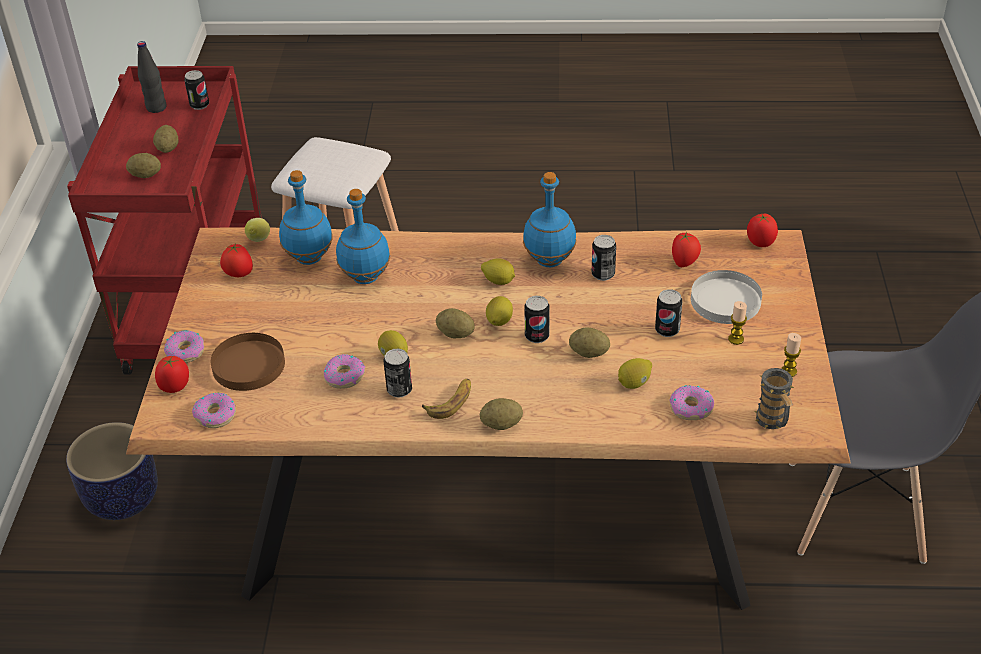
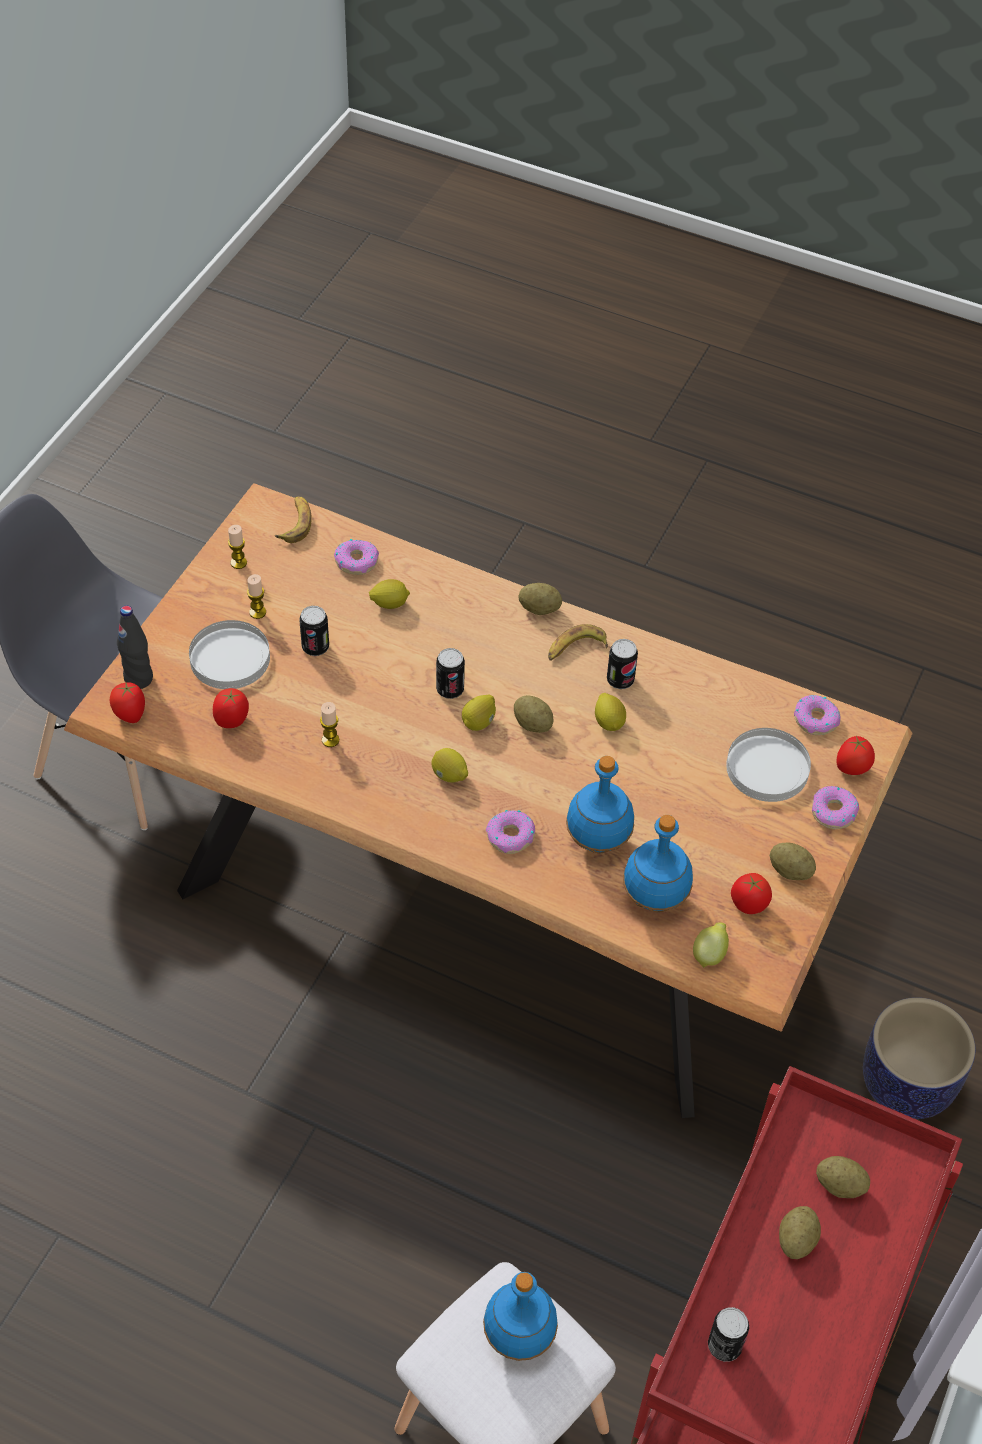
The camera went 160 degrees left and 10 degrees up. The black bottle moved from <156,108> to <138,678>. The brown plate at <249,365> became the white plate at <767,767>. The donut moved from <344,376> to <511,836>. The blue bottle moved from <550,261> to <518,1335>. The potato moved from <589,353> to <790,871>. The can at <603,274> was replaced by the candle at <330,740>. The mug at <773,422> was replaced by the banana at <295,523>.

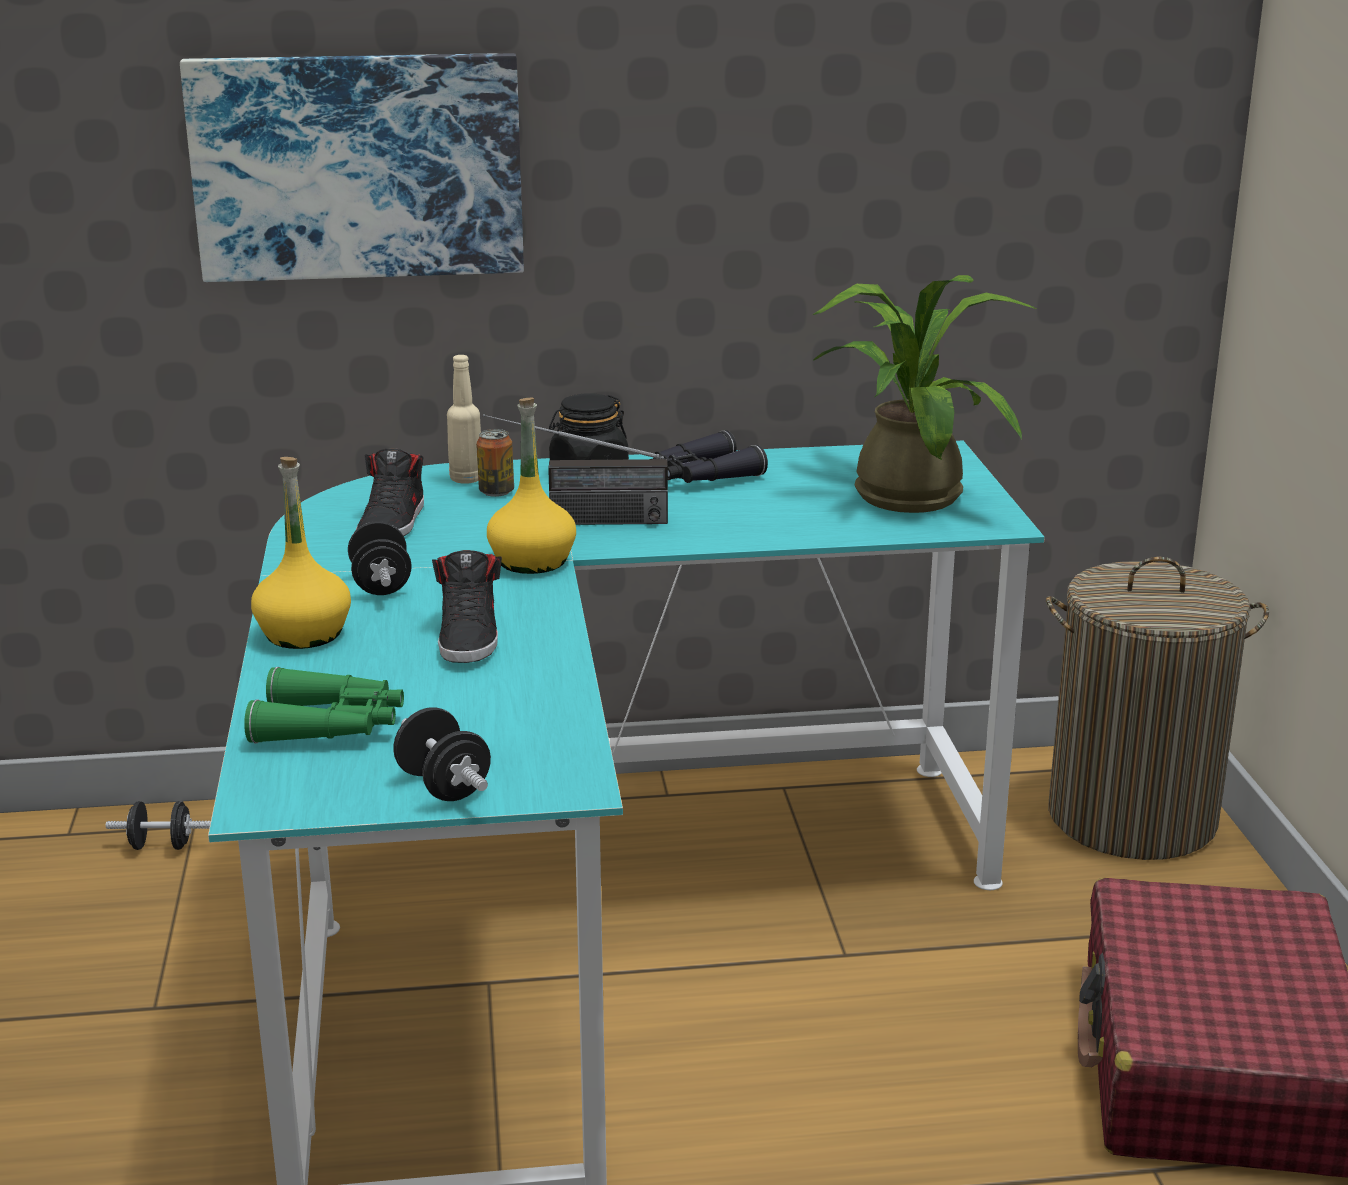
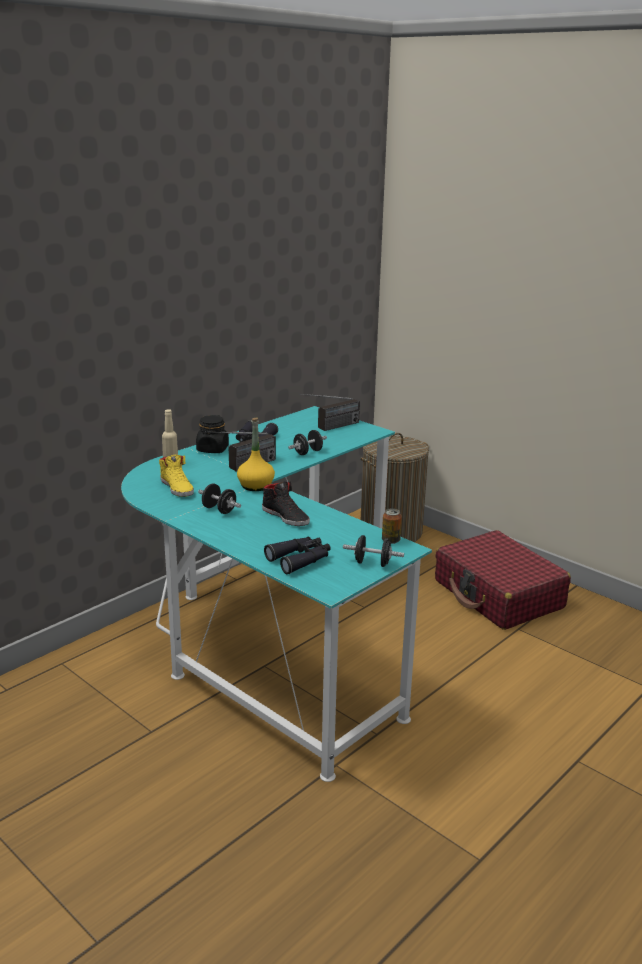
The camera went 40 degrees left and 0 degrees up. The black dumbbell moved from <161,846> to <308,452>. The picture at <358,166> disappeared. The green binoculars at <331,725> became the black binoculars at <300,559>. The yellow bottle at <304,633> disappeared. The black shoe at <393,523> became the yellow shoe at <177,487>. The can moved from <496,492> to <390,540>. The potted plant at <906,491> was replaced by the radio at <330,428>.

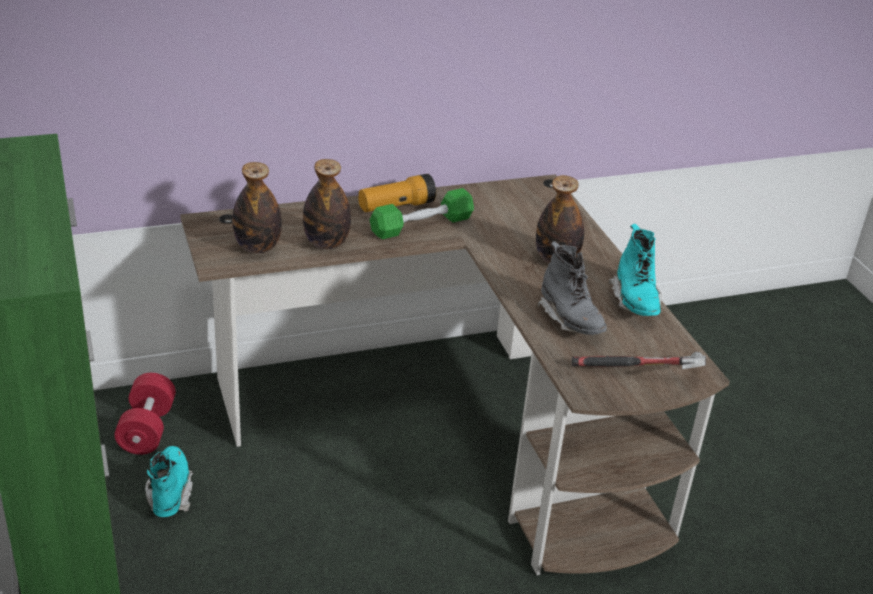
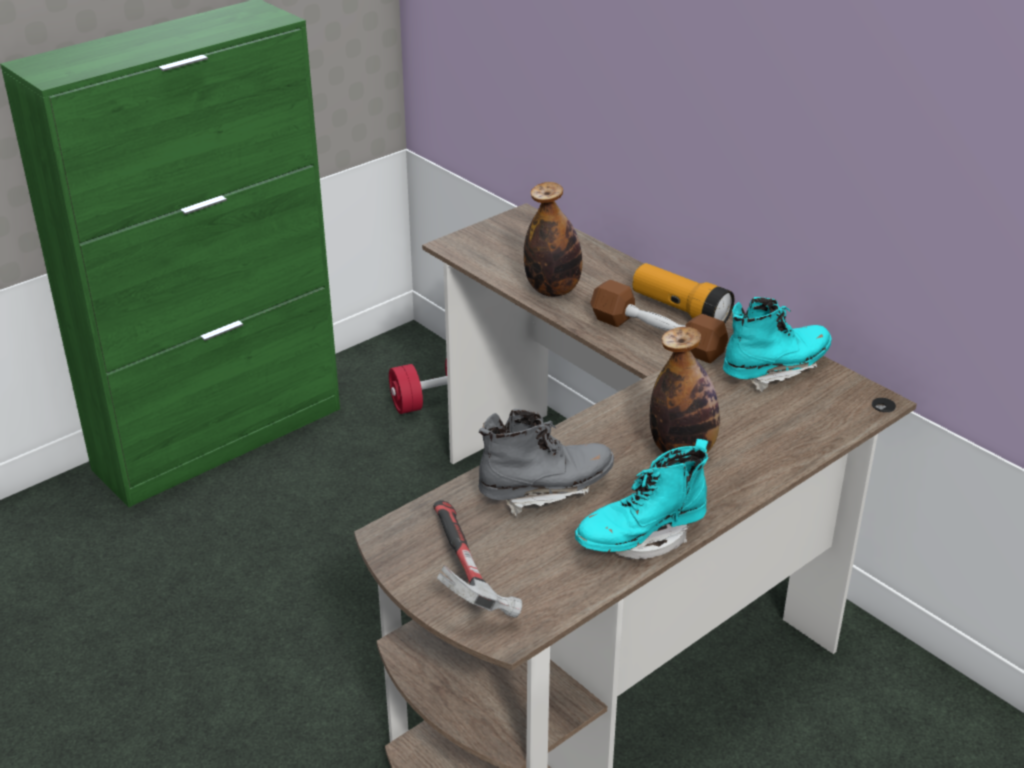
The camera went 70 degrees right and 0 degrees up. The turquoise boot moved from <170,493> to <774,370>. The bottle at <257,247> disappeared. The green dumbbell at <422,225> became the brown dumbbell at <657,336>. The grey boot at <570,320> turned 150 degrees counterclockwise.

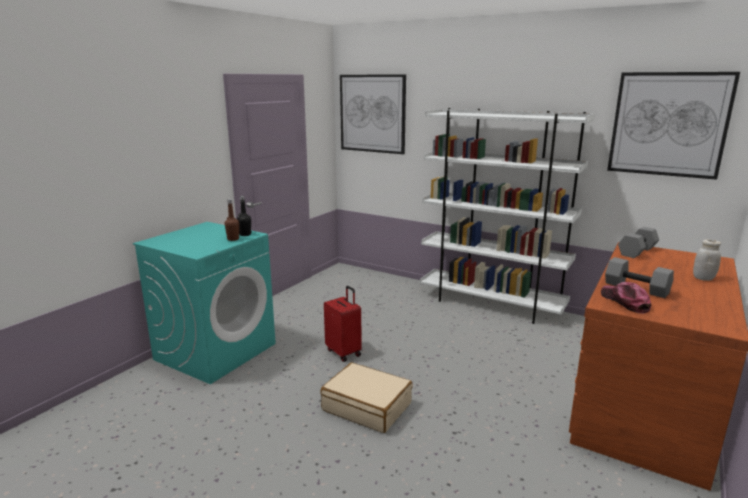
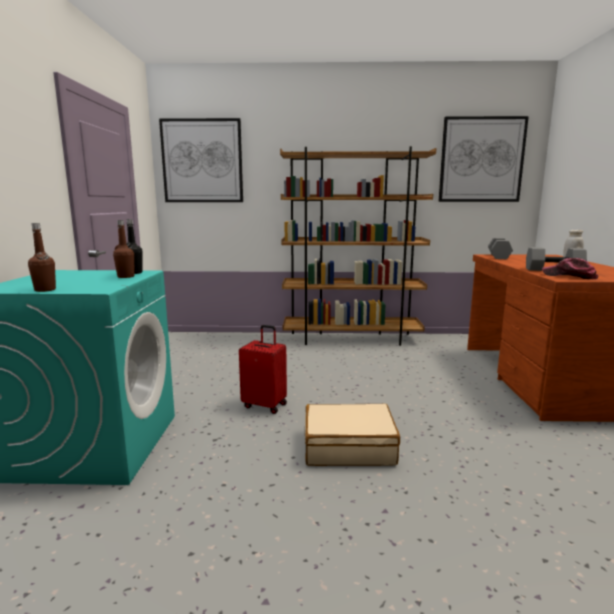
The camera went 30 degrees left and 5 degrees down. The white bookcase at <491,305> became the brown bookcase at <351,339>. The brown bottle at <45,290> appeared.

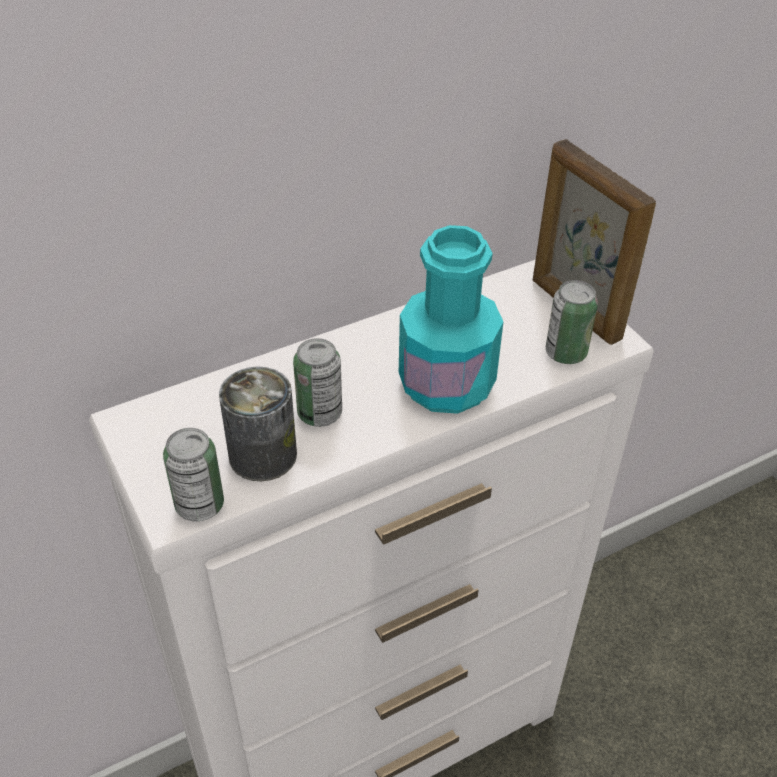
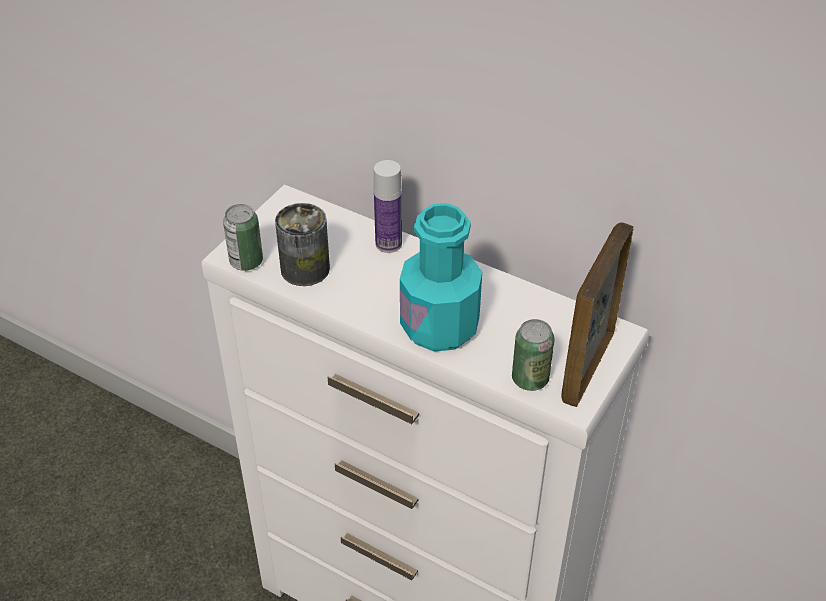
The camera went 60 degrees right and 0 degrees up. The can at <320,413> disappeared. The bottle at <388,244> appeared.

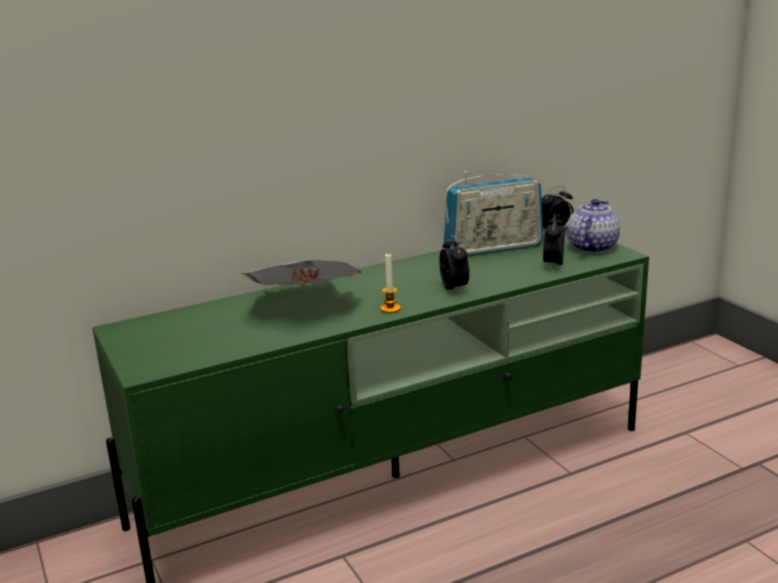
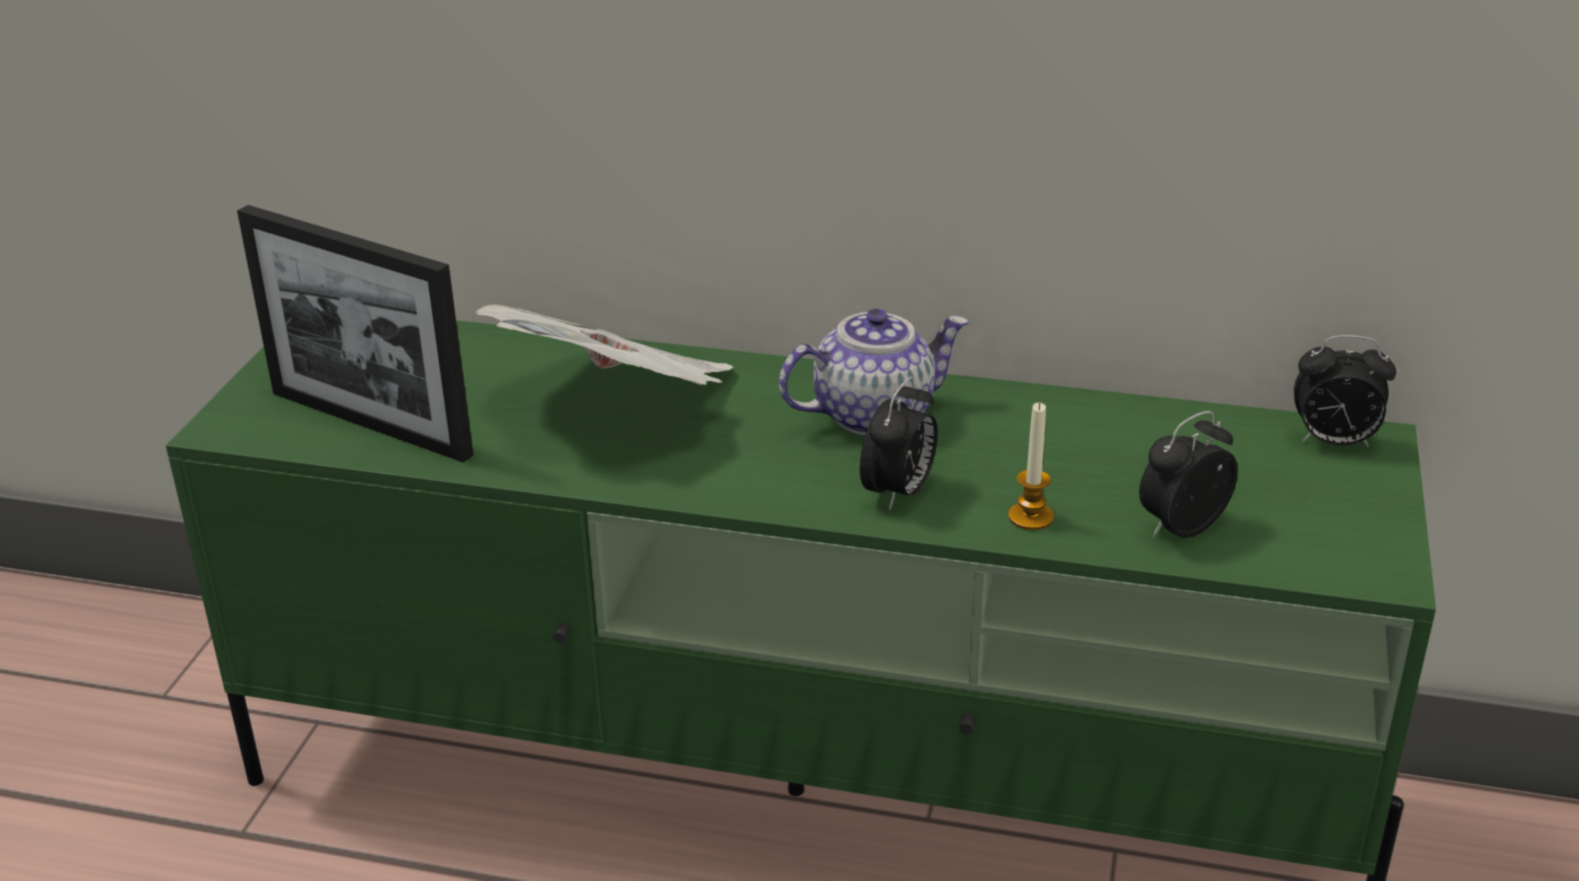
The camera went 40 degrees right and 10 degrees up. The candle moved from <390,309> to <1030,517>. The radio at <493,248> disappeared. The teapot moved from <591,247> to <874,413>. The picture frame at <370,423> appeared.

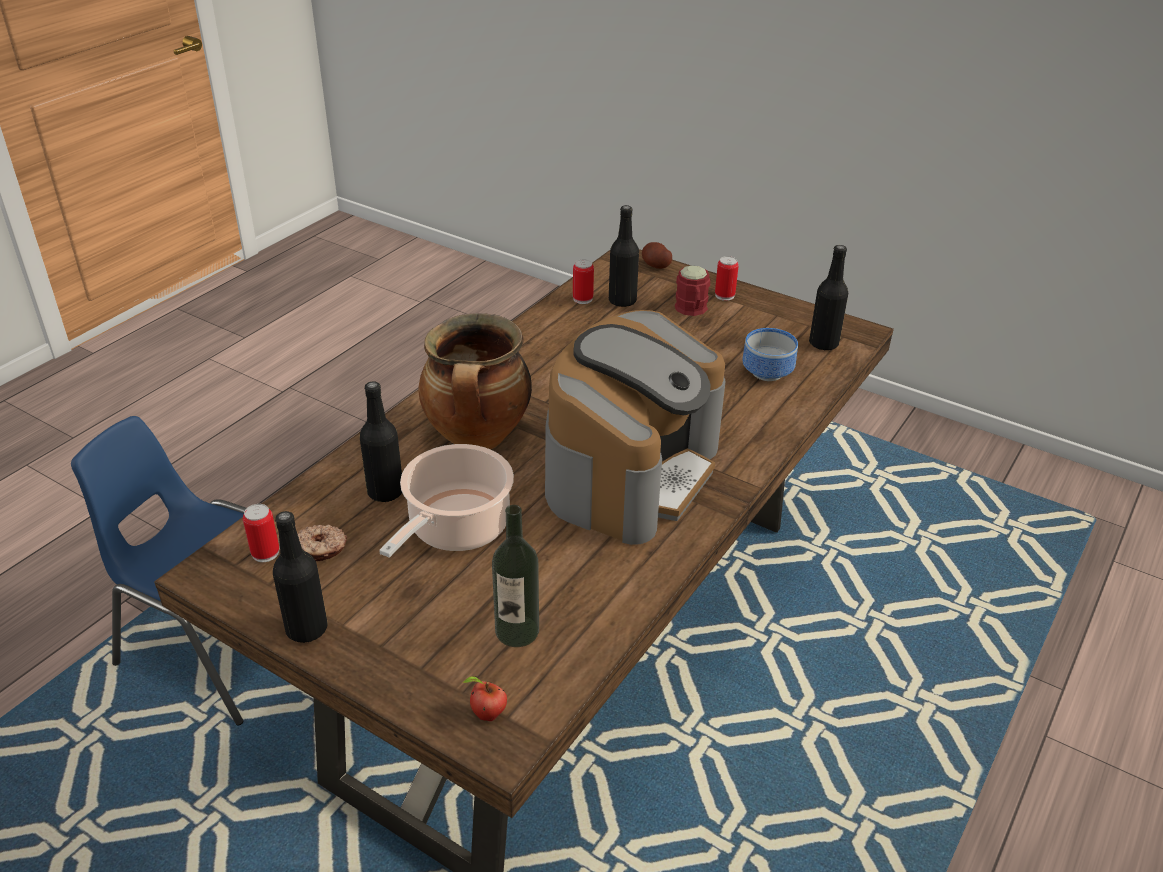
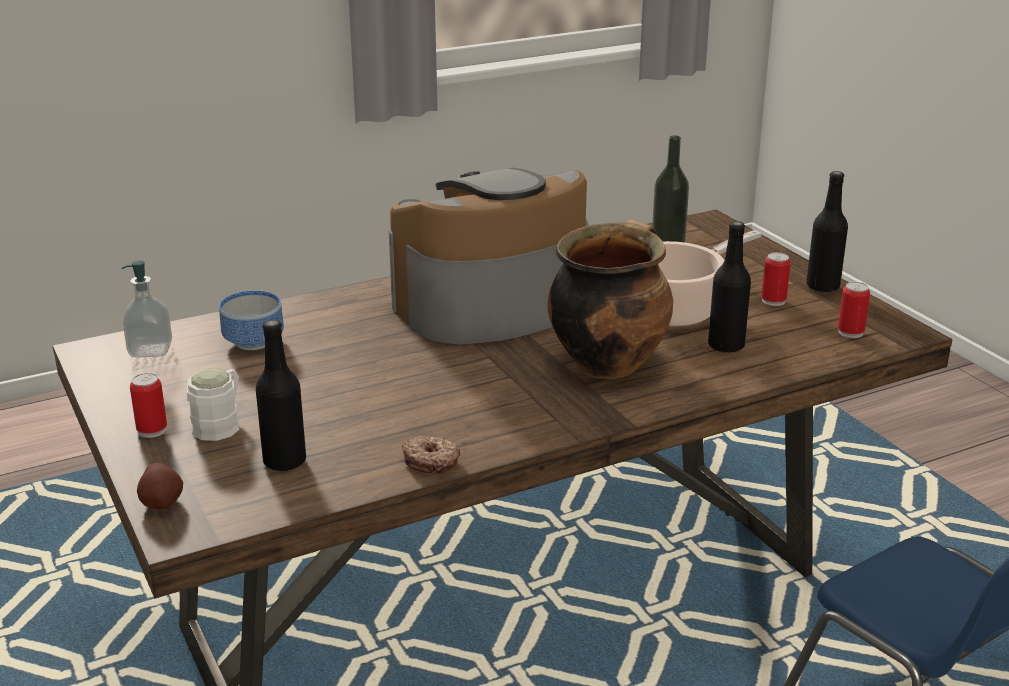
The camera went 150 degrees left and 10 degrees down. The donut moved from <320,549> to <431,461>. The apple at <486,715> disappeared. The can moved from <582,299> to <773,301>. The red mug at <692,310> became the white mug at <221,423>. The black bottle at <823,343> was replaced by the soap dispenser at <150,350>.

